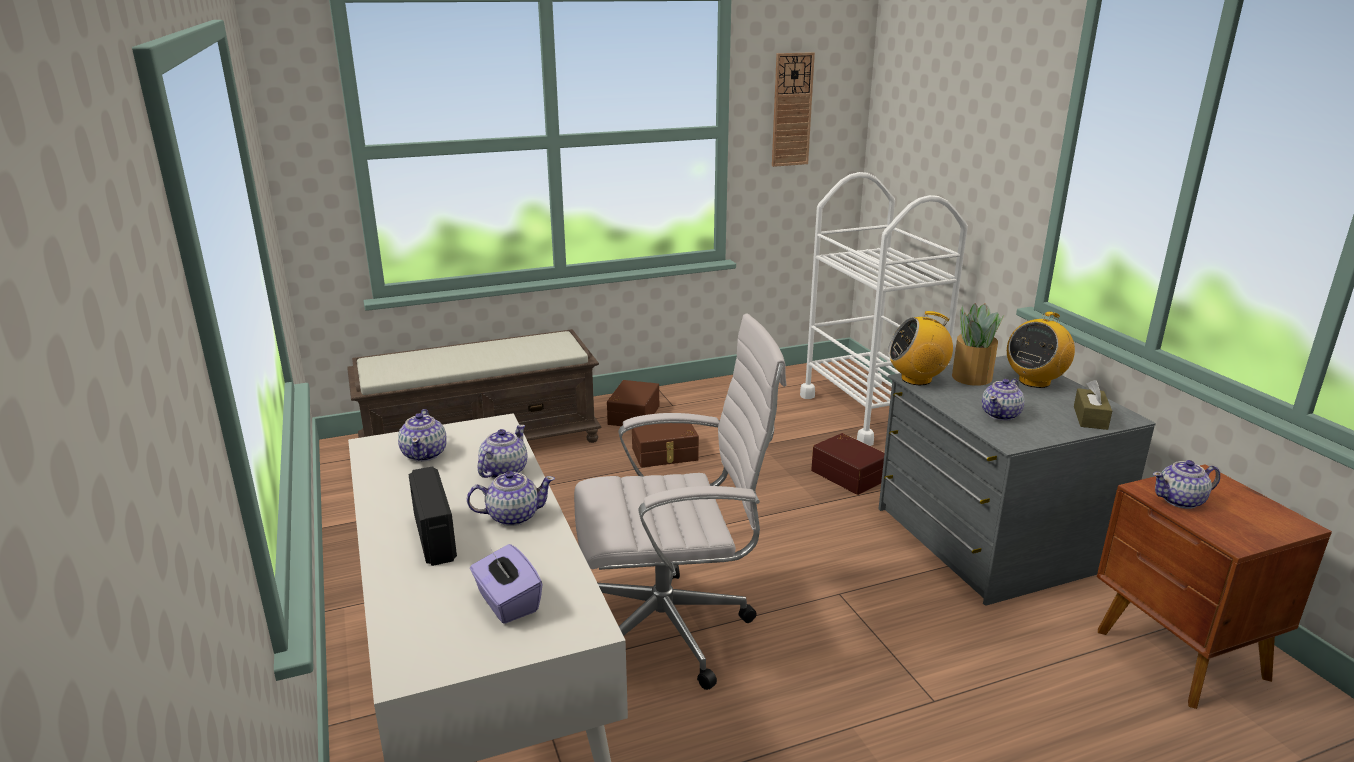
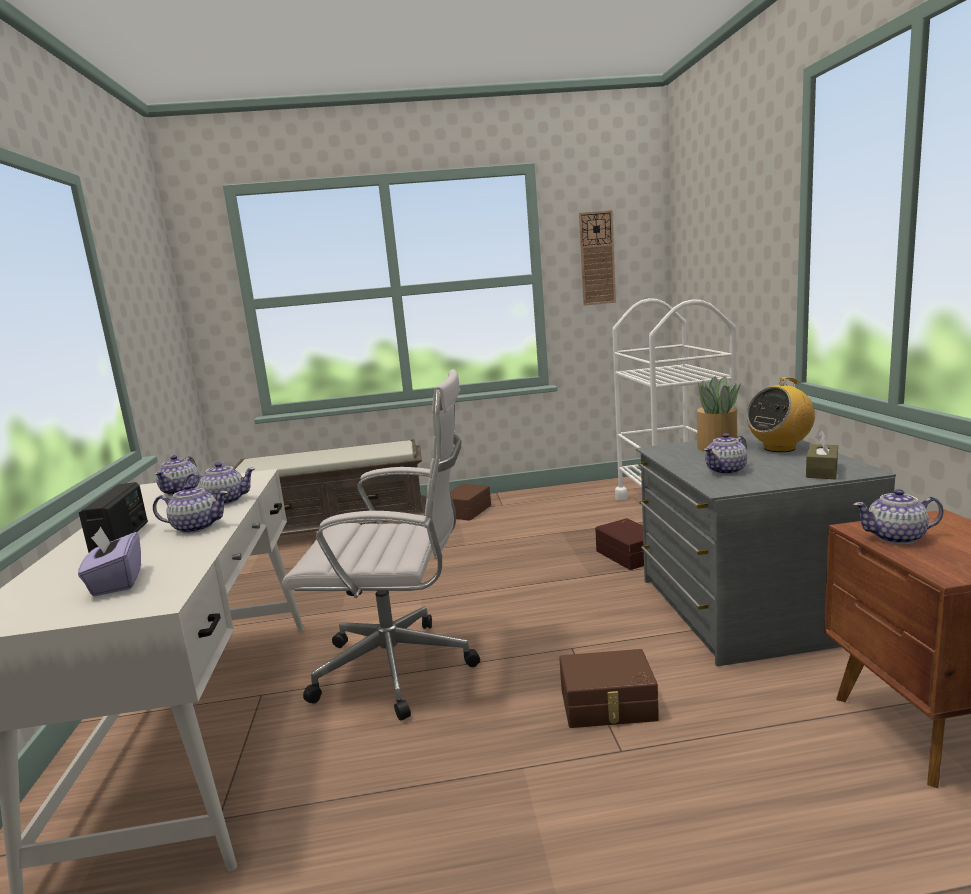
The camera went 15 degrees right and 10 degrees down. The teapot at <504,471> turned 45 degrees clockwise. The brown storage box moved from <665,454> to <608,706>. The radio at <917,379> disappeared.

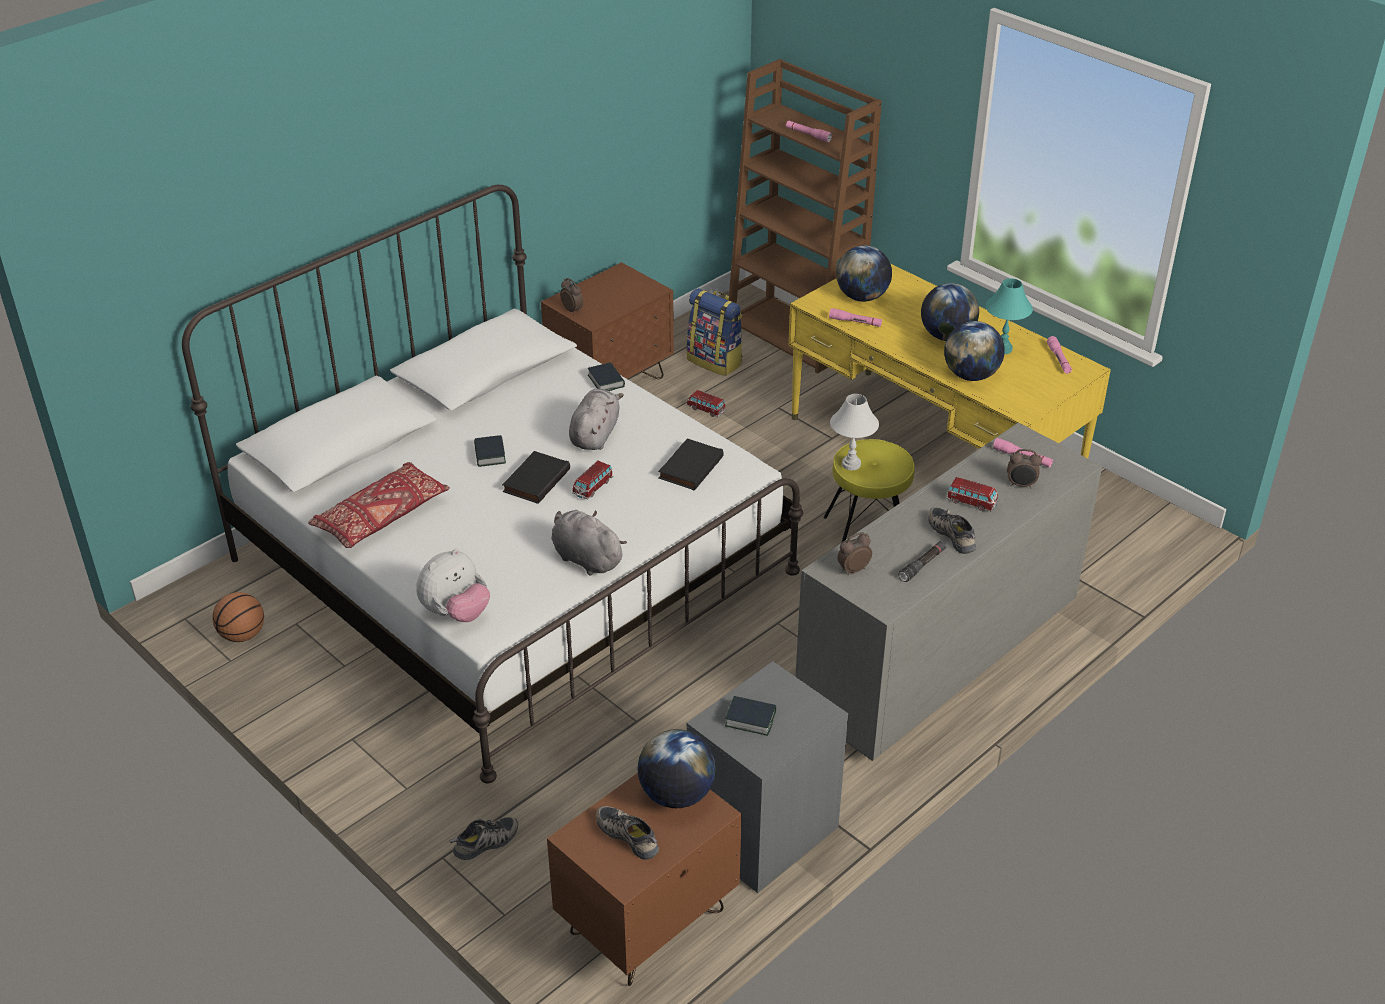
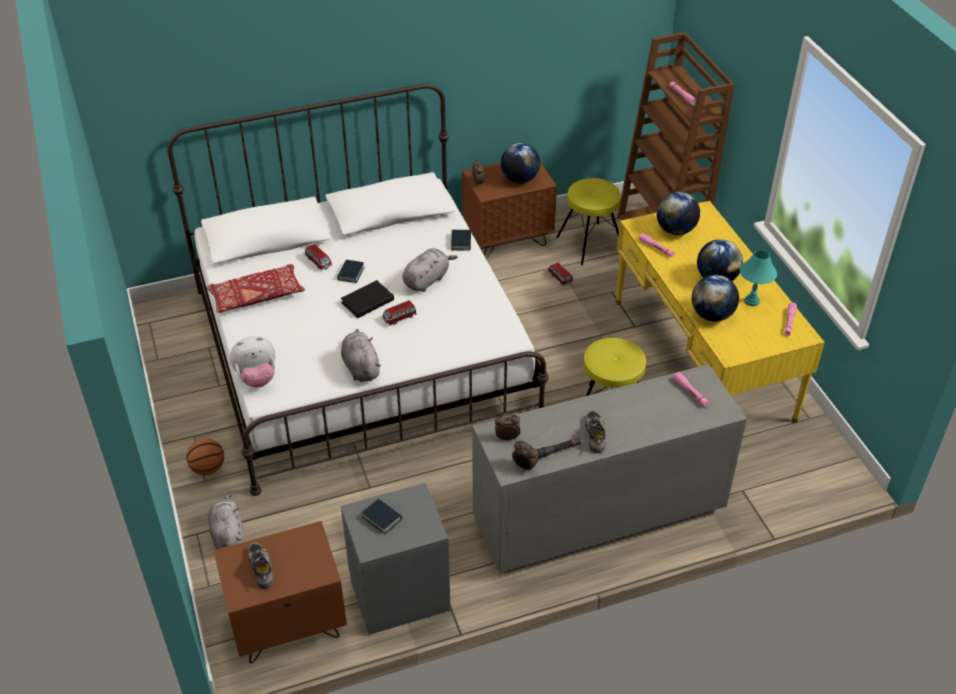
The camera went 25 degrees right and 5 degrees up. The basketball moved from <242,635> to <208,468>. The shoe at <486,843> was replaced by the grey plush toy at <228,534>. The globe moved from <676,795> to <519,179>. The black book at <689,467> disappeared. The backpack at <715,361> was replaced by the yellow stool at <590,243>. The white table lamp at <851,464> disappeared. The toy car moved from <971,502> to <318,262>. The alarm clock moved from <1021,485> to <524,467>.

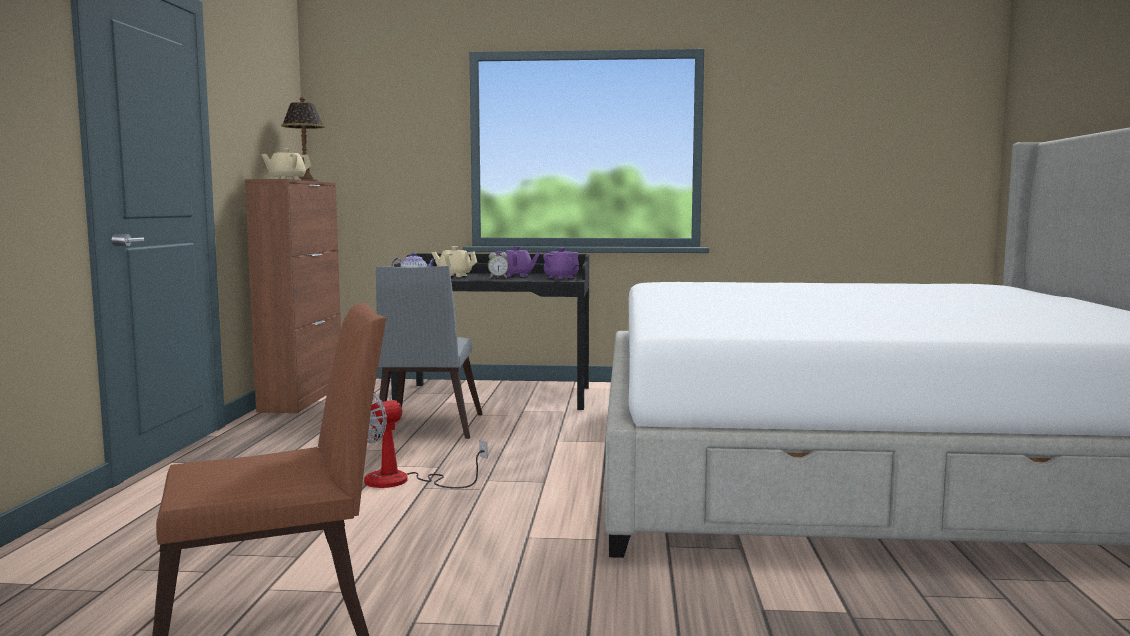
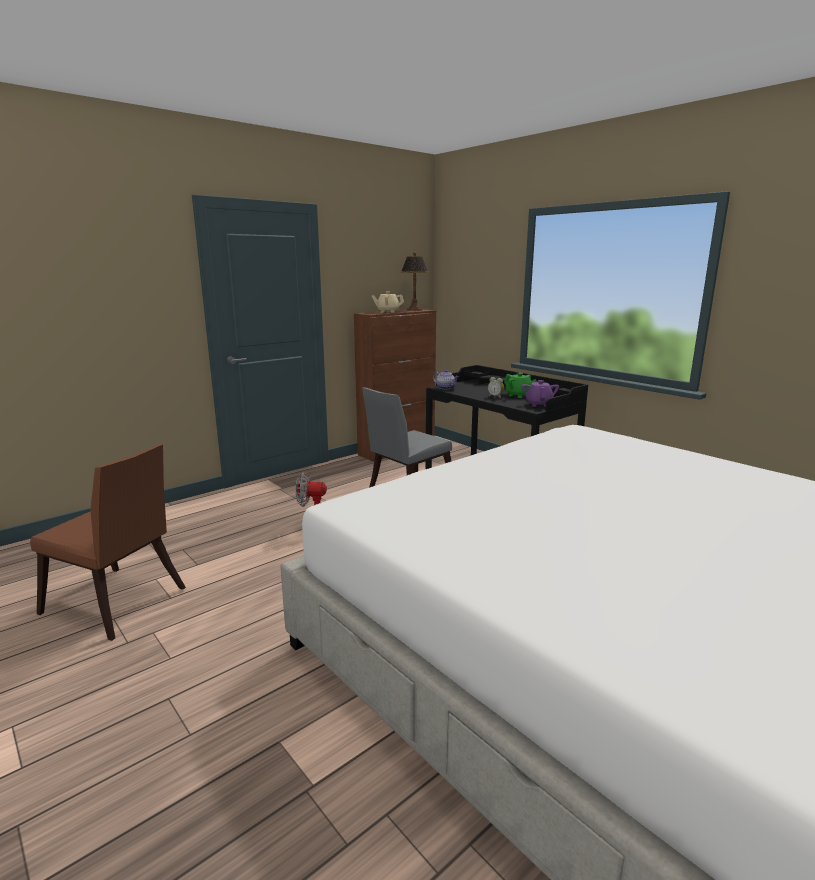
The camera went 45 degrees right and 10 degrees up. The beige teapot at <454,276> disappeared. The purple teapot at <516,276> became the green teapot at <518,395>.

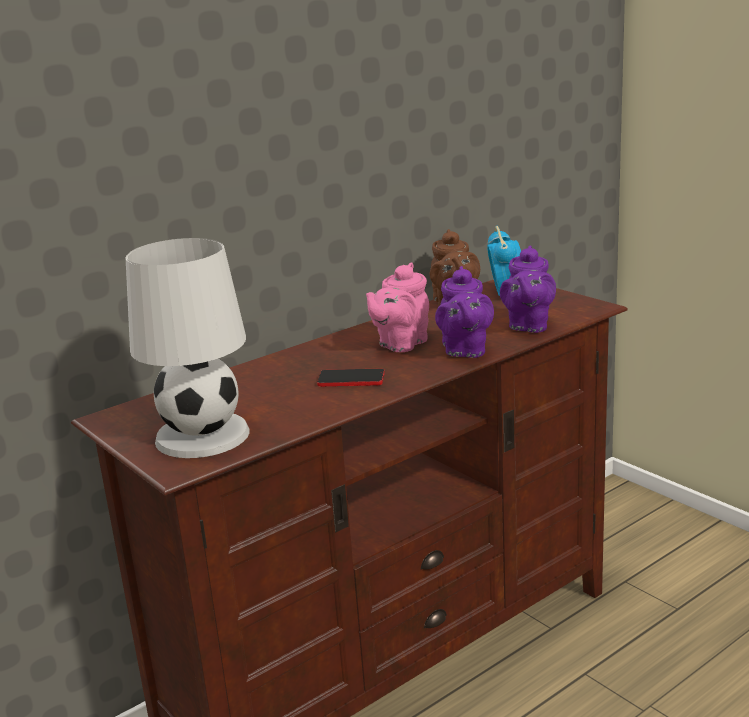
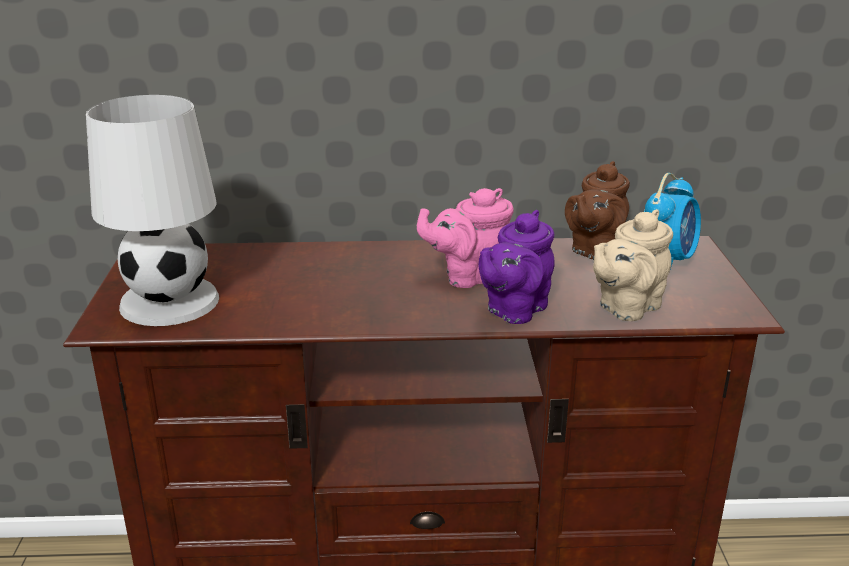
The camera went 35 degrees right and 5 degrees up. The phone at <351,379> disappeared. The purple teapot at <528,326> became the beige teapot at <626,308>.

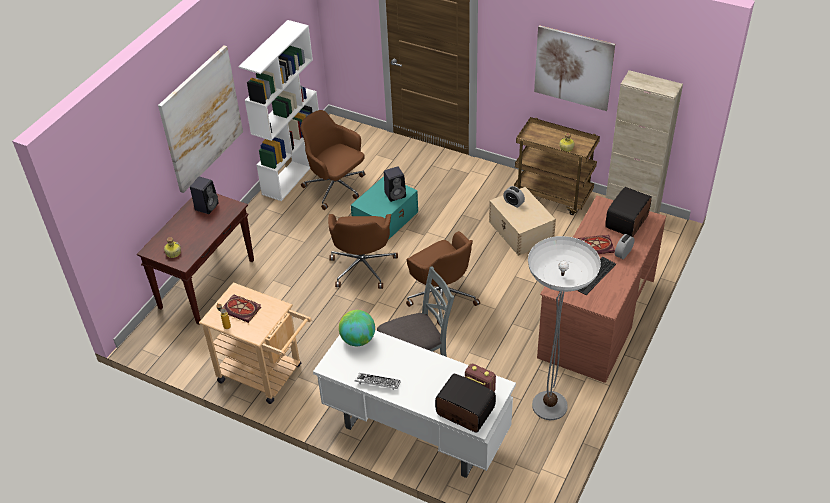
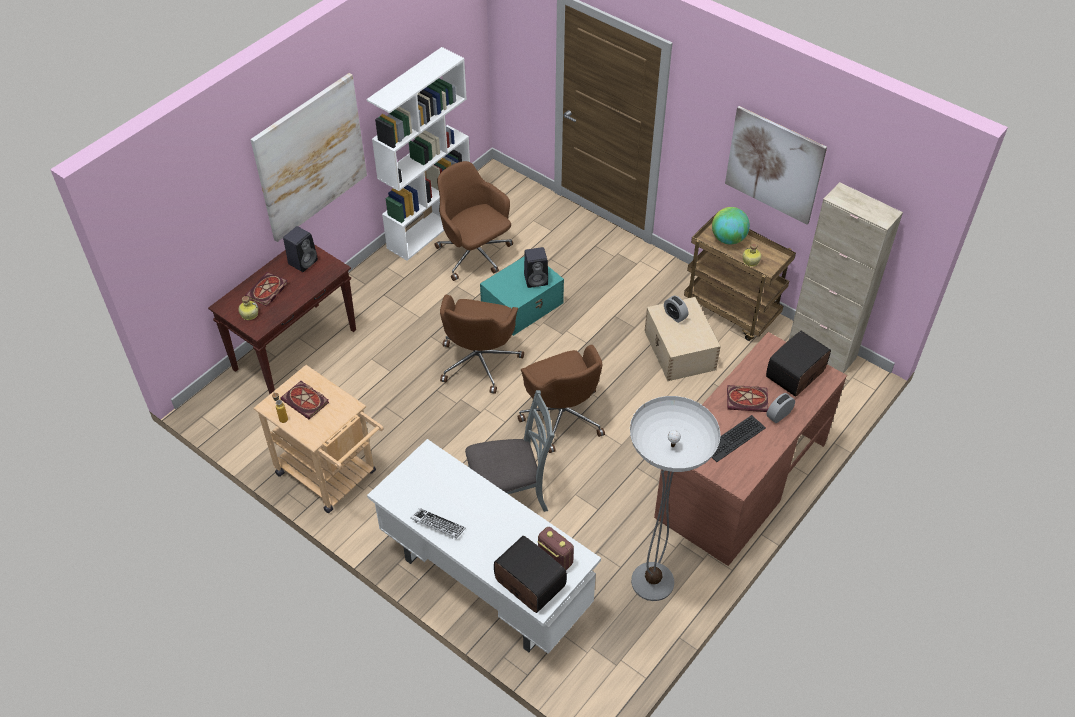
The camera went 10 degrees right and 5 degrees up. The globe moved from <358,339> to <728,239>. The book at <267,291> appeared.

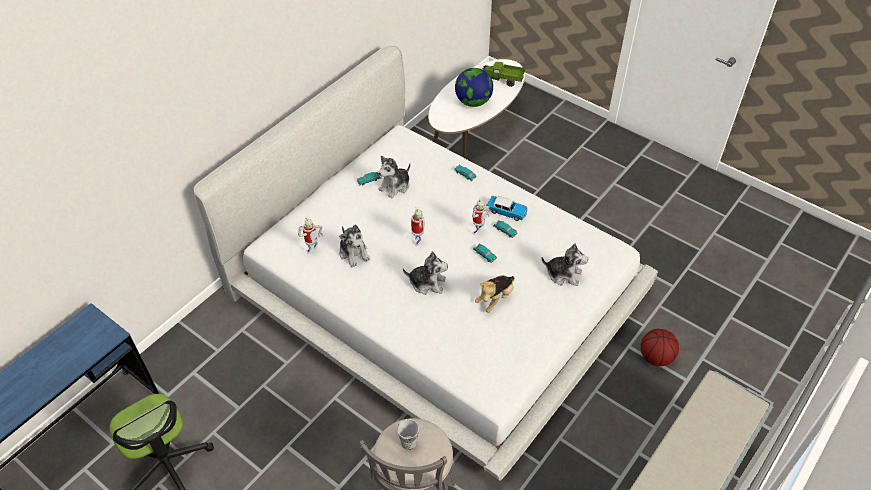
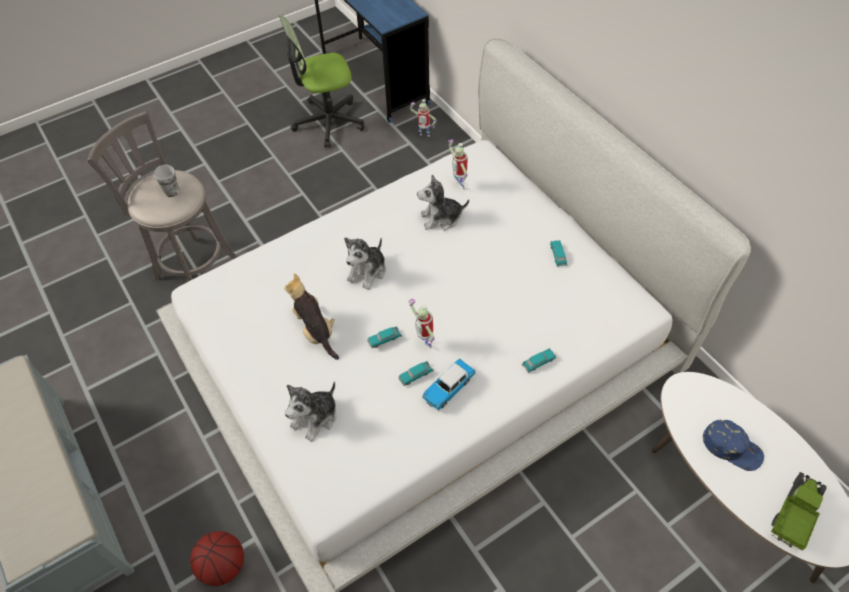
The camera went 110 degrees right and 5 degrees up. The plush toy at <395,186> disappeared. The toy robot moved from <418,241> to <424,136>. The globe at <473,102> was replaced by the blue cap at <732,447>.

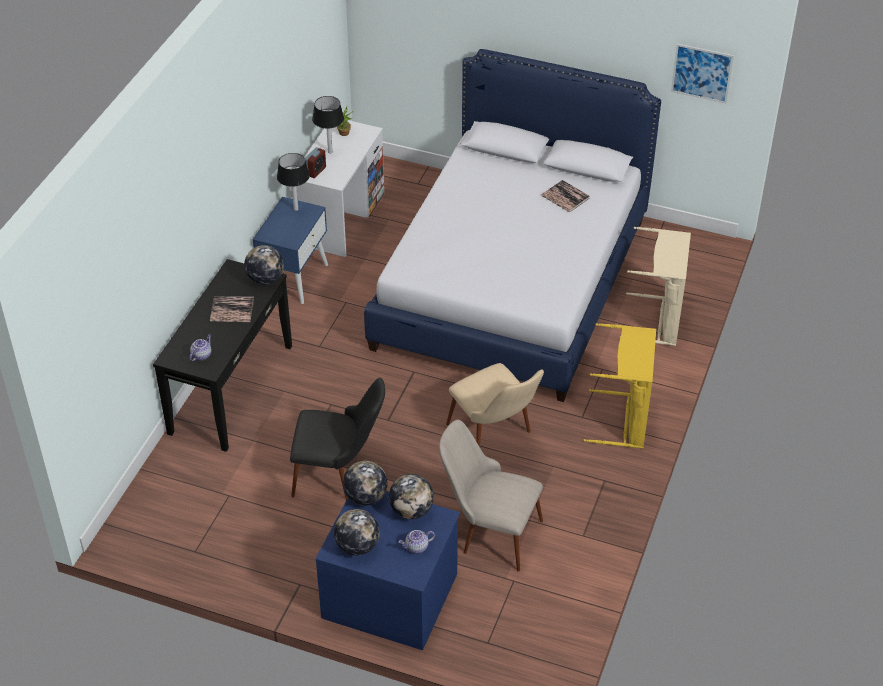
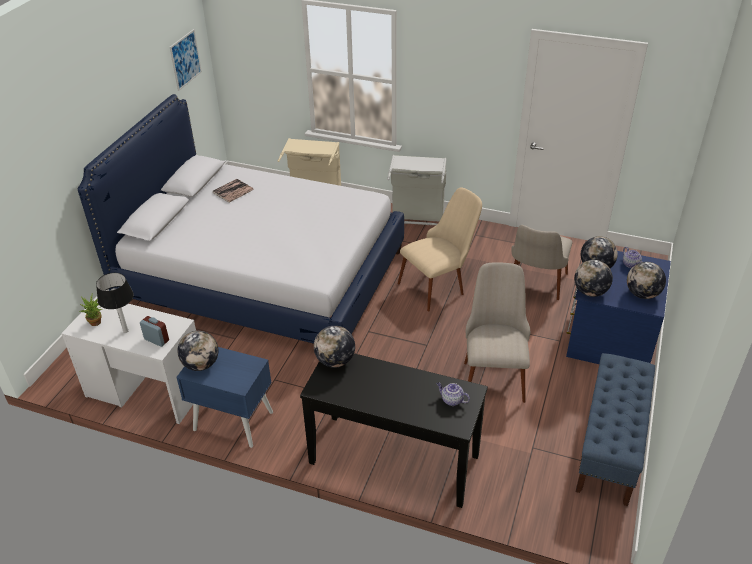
The camera went 90 degrees left and 5 degrees down. The book at <232,310> disappeared. The table lamp at <295,209> was replaced by the globe at <201,364>. The black chair at <339,474> became the beige chair at <493,372>. The yellow laundry basket at <625,420> became the grey laundry basket at <416,224>. The blue bench at <610,446> appeared.

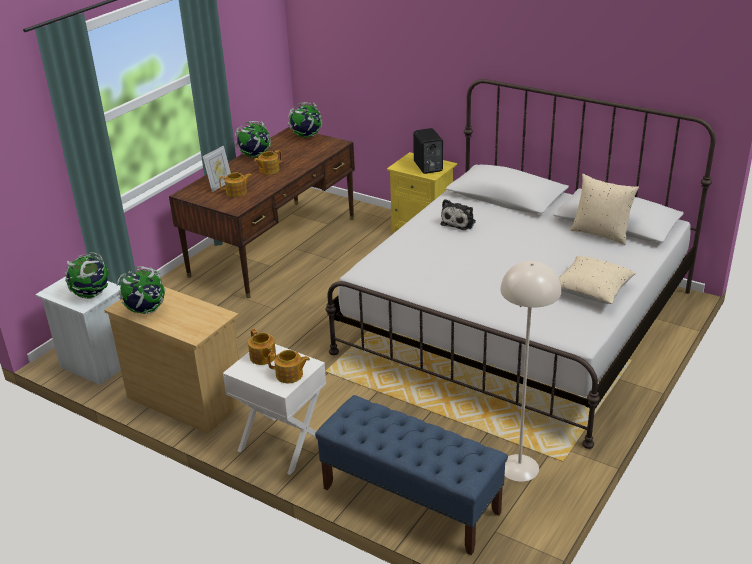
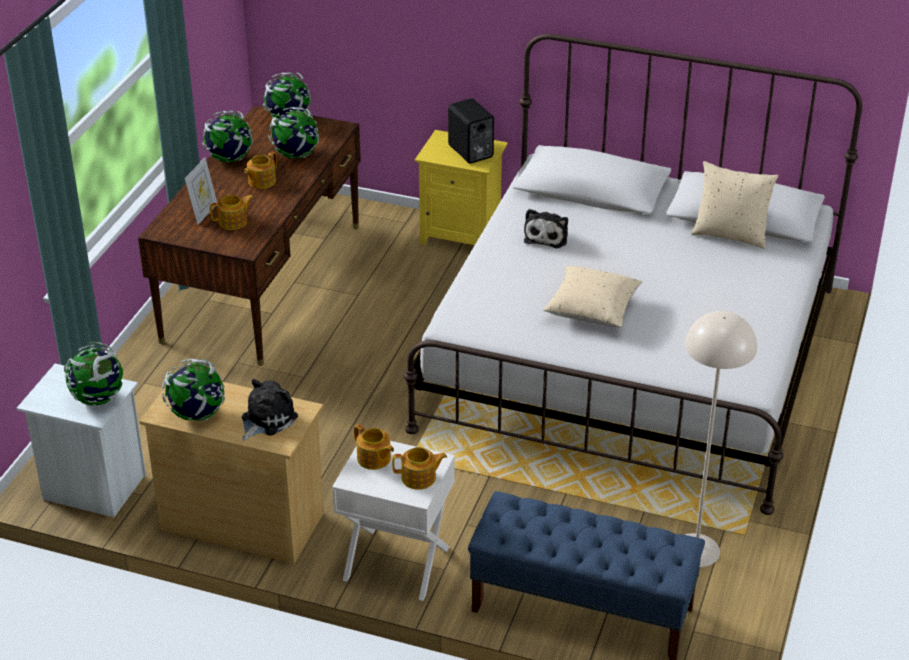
The camera went 15 degrees left and 5 degrees up. The beige pillow moved from <592,291> to <592,310>. The plush toy at <266,419> appeared. The globe at <295,155> appeared.

